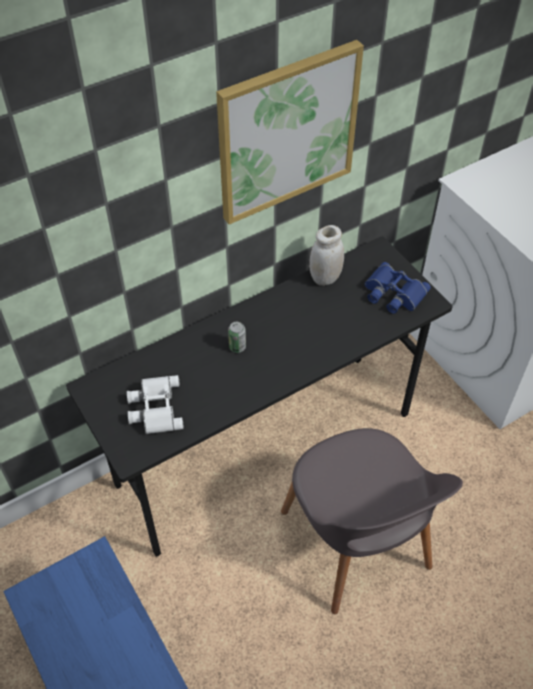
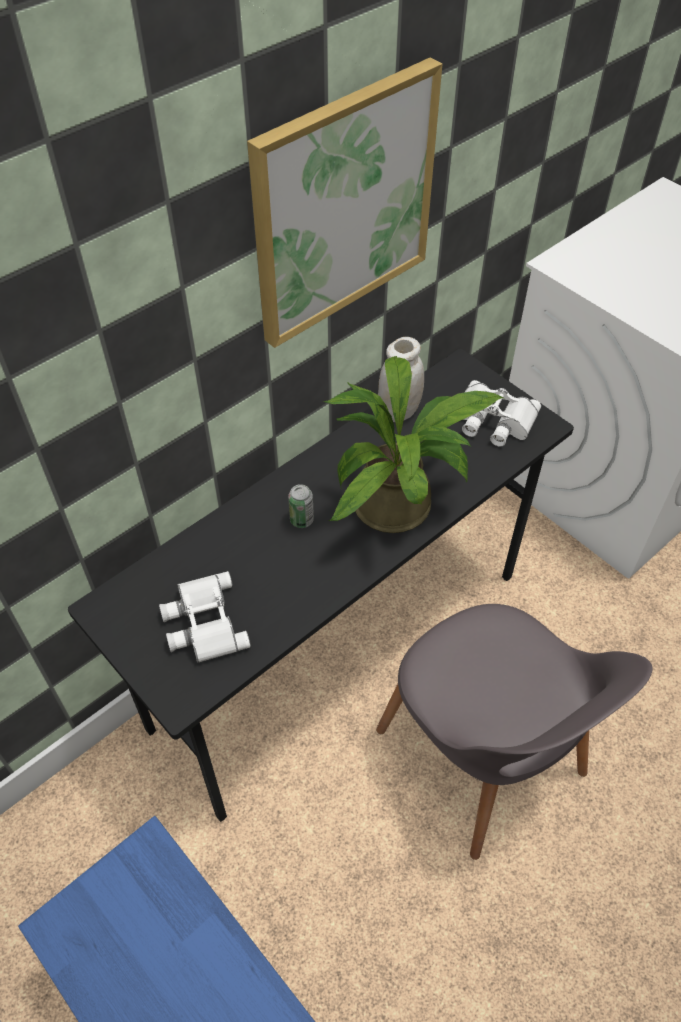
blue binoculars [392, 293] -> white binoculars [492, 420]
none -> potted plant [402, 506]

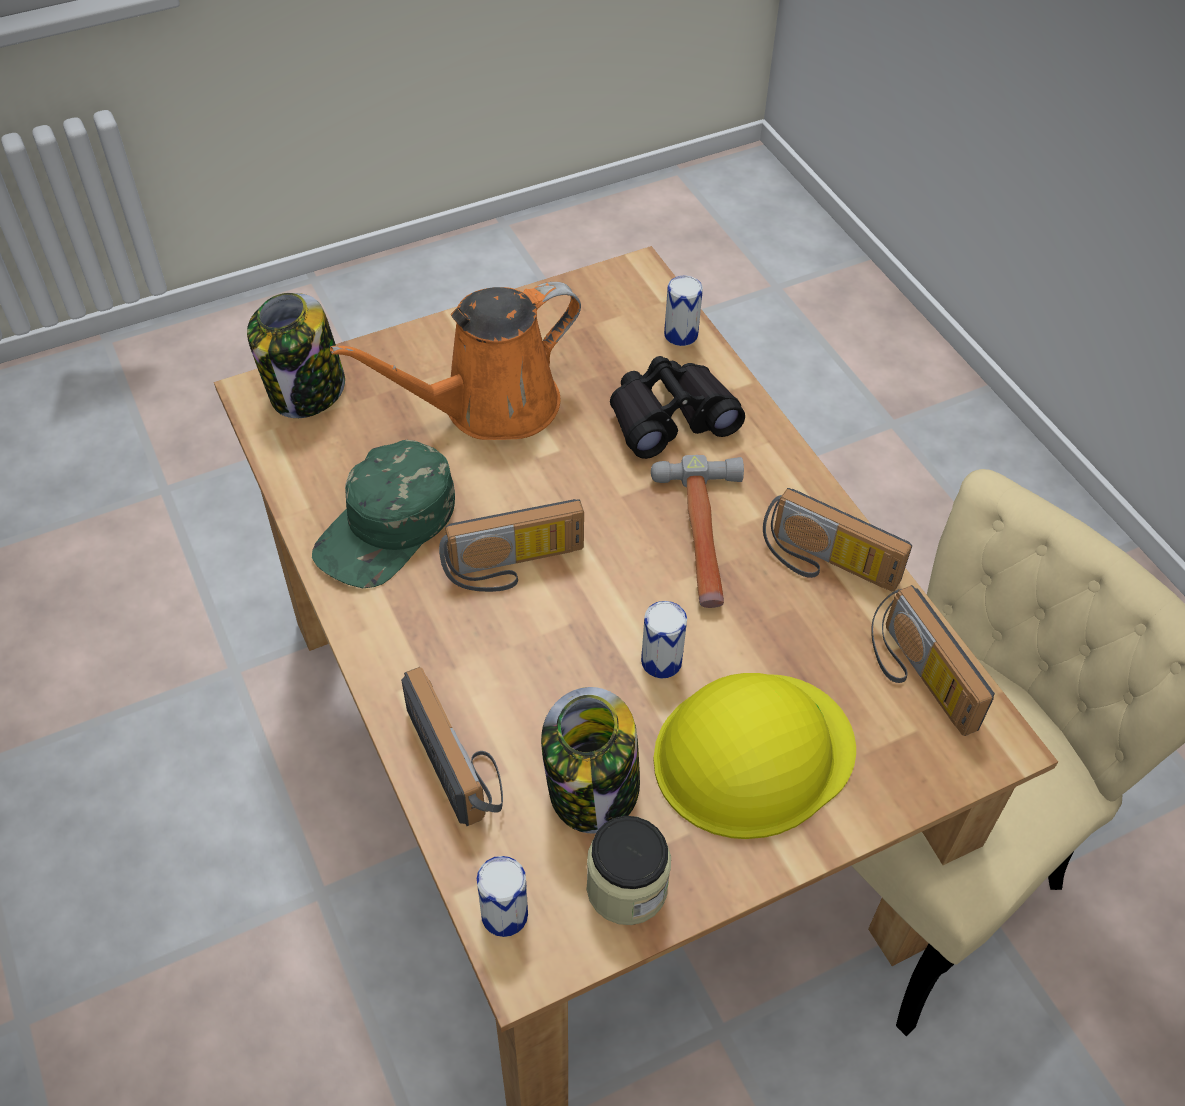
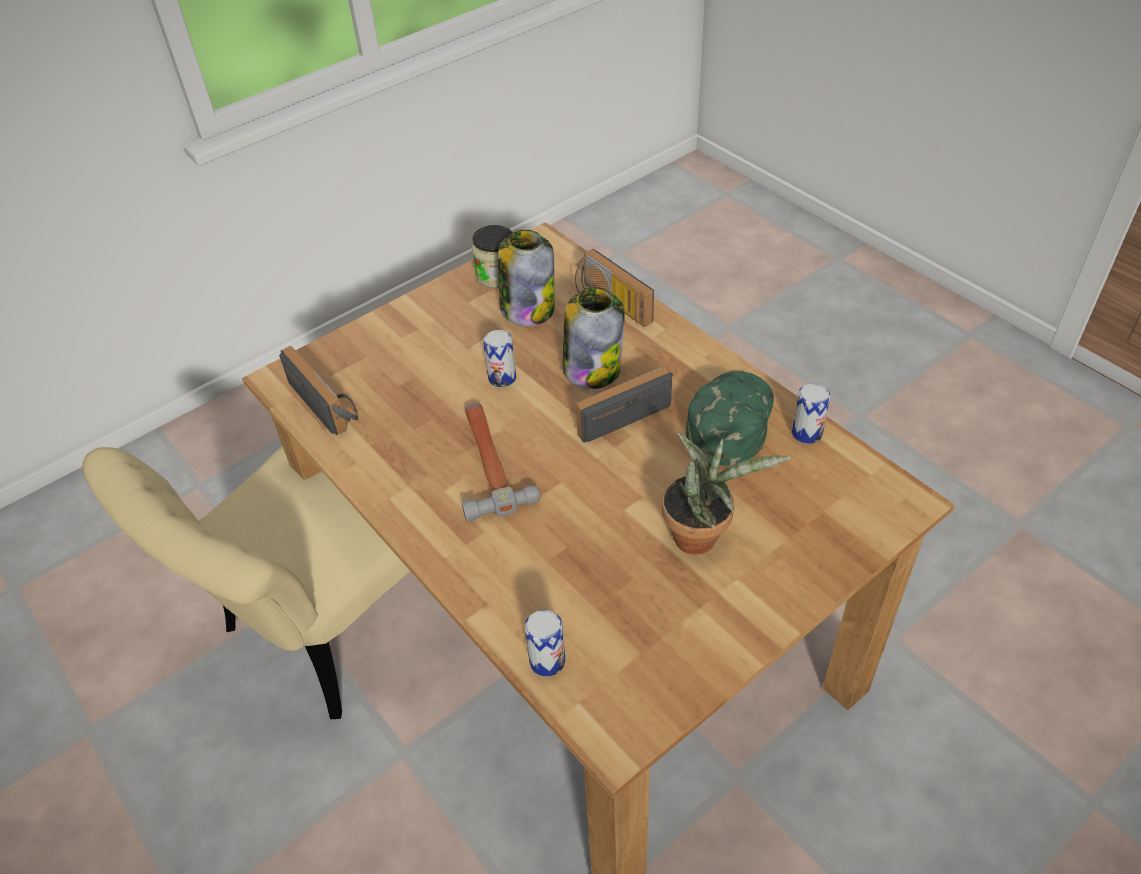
orange watering can [490, 406] -> potted plant [701, 535]
jar [306, 392] -> jar [592, 368], relocated
black binoculars [670, 417] -> none
radio [825, 565] -> none
yellow hard hat [752, 754] -> none
can [504, 915] -> can [807, 433], relocated

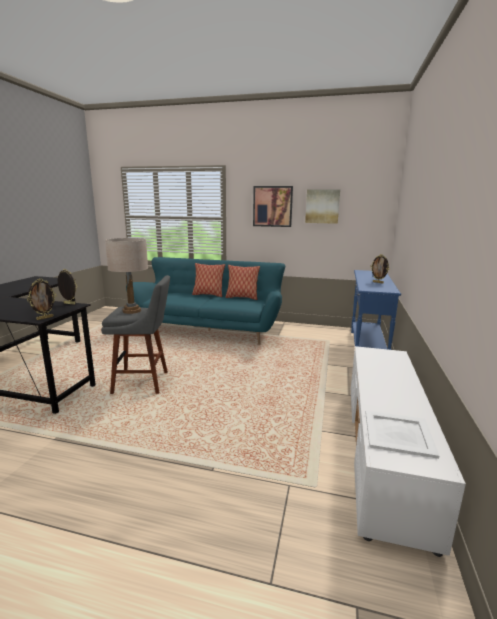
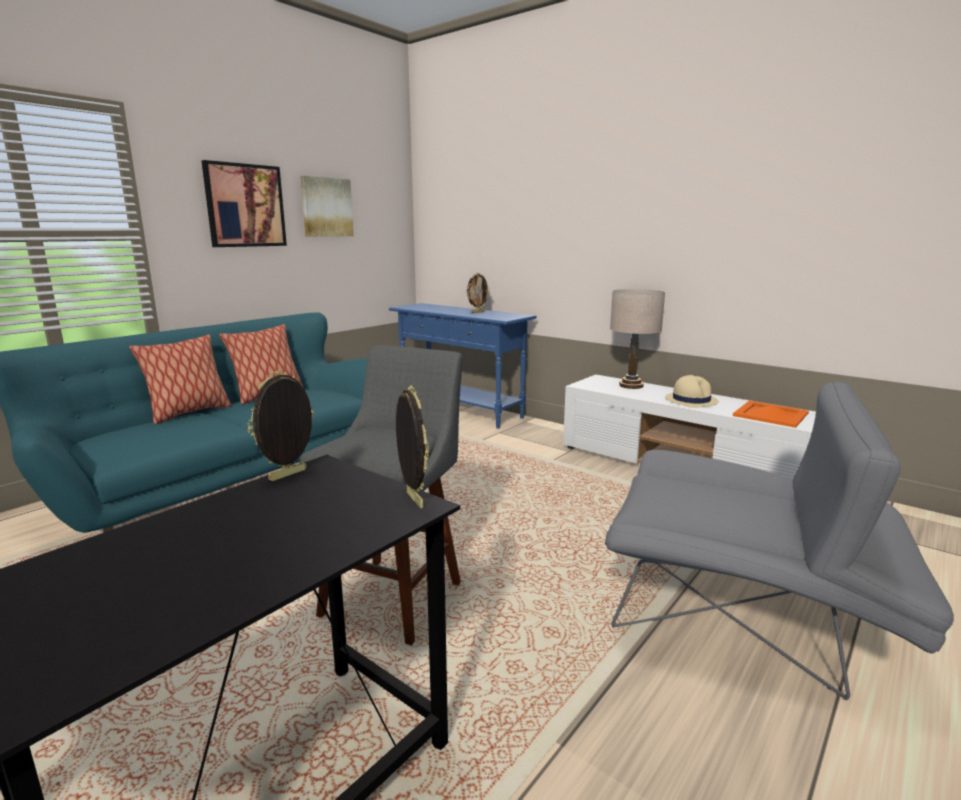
beige table lamp [131, 311] -> beige table lamp [631, 385], relocated
white tray [399, 434] -> orange tray [771, 414]
none -> beige hat [691, 400]
none -> grey armchair [747, 614]

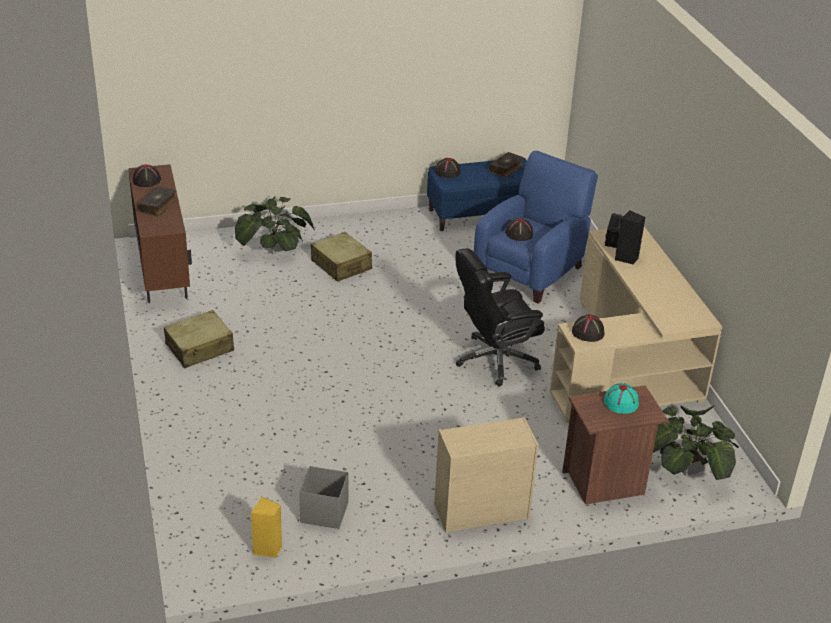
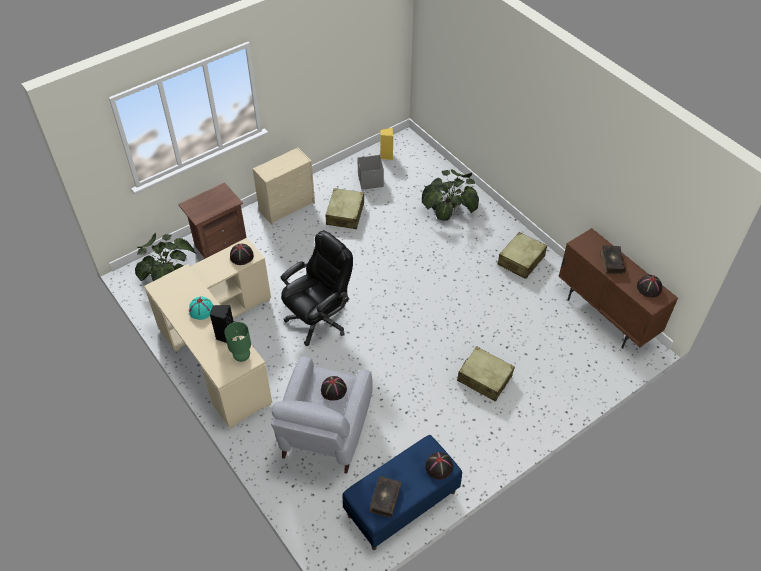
blue armchair [532, 270] -> grey armchair [324, 434]
potted plant [274, 247] -> potted plant [450, 208], relocated
radio [612, 239] -> green table lamp [241, 356]
turquoise hat [621, 402] -> turquoise hat [201, 310], relocated
none -> beige suitcase [345, 214]

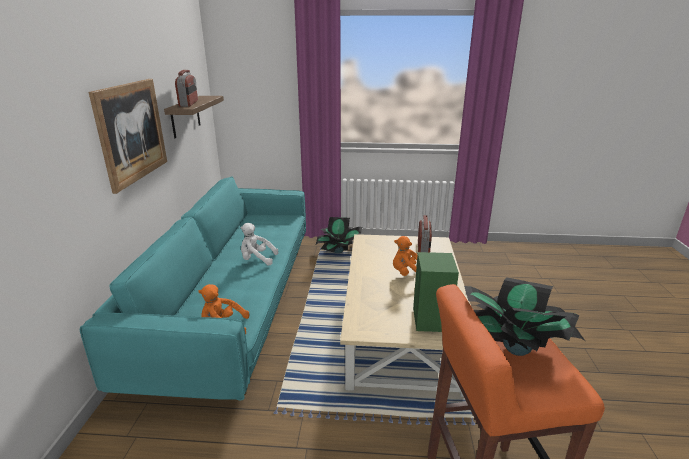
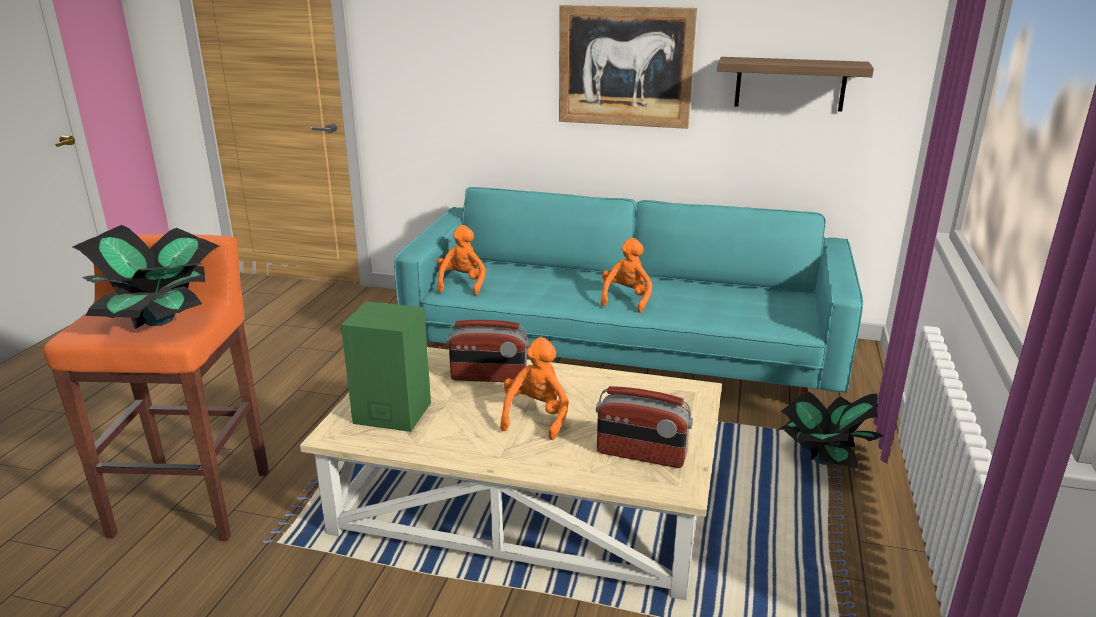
radio [189, 104] -> radio [489, 377], relocated
white plush toy [257, 259] -> orange plush toy [626, 299]

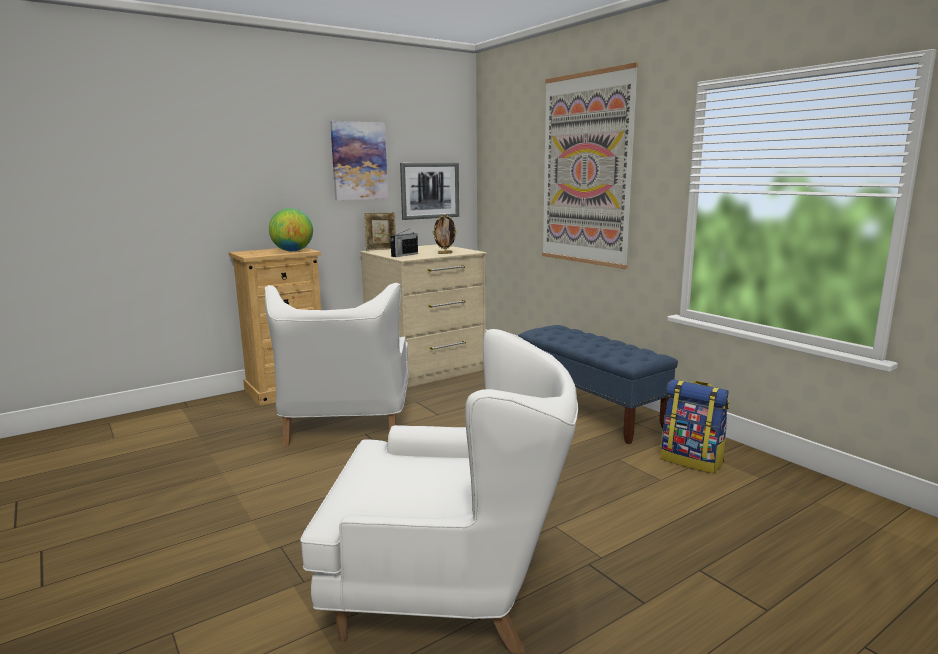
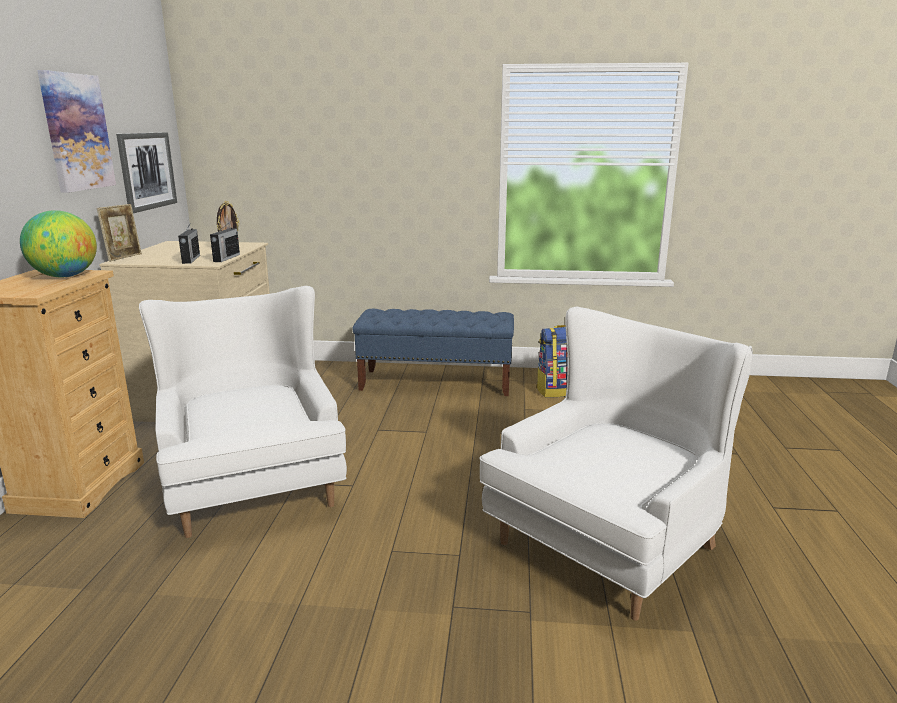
picture [585, 170] -> none
white armchair [346, 424] -> white armchair [254, 484], 150 degrees counterclockwise
none -> radio [226, 258]

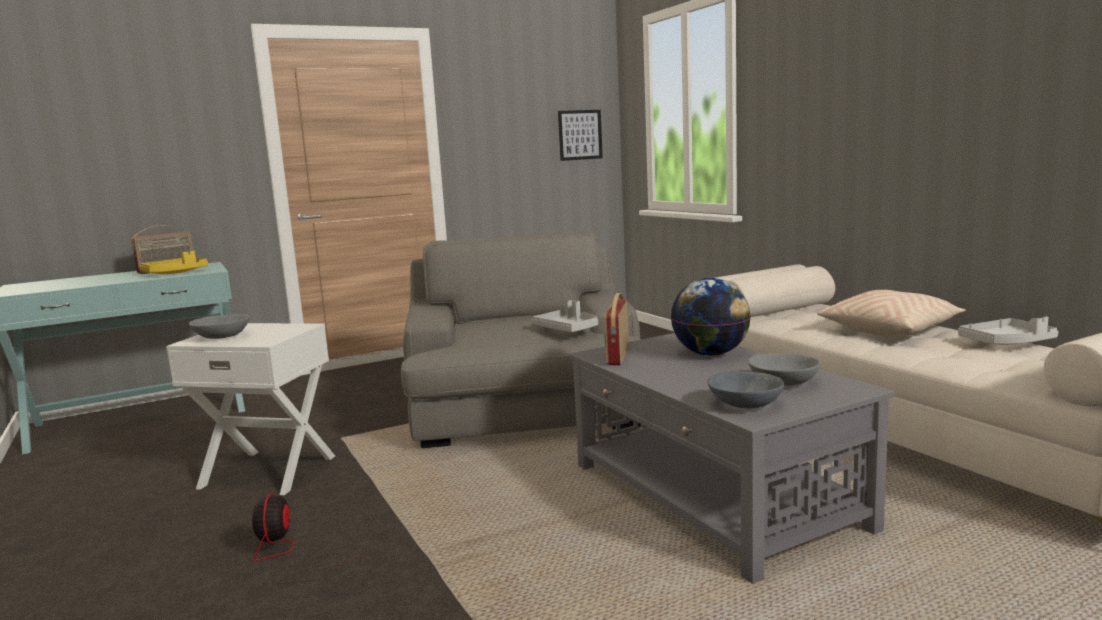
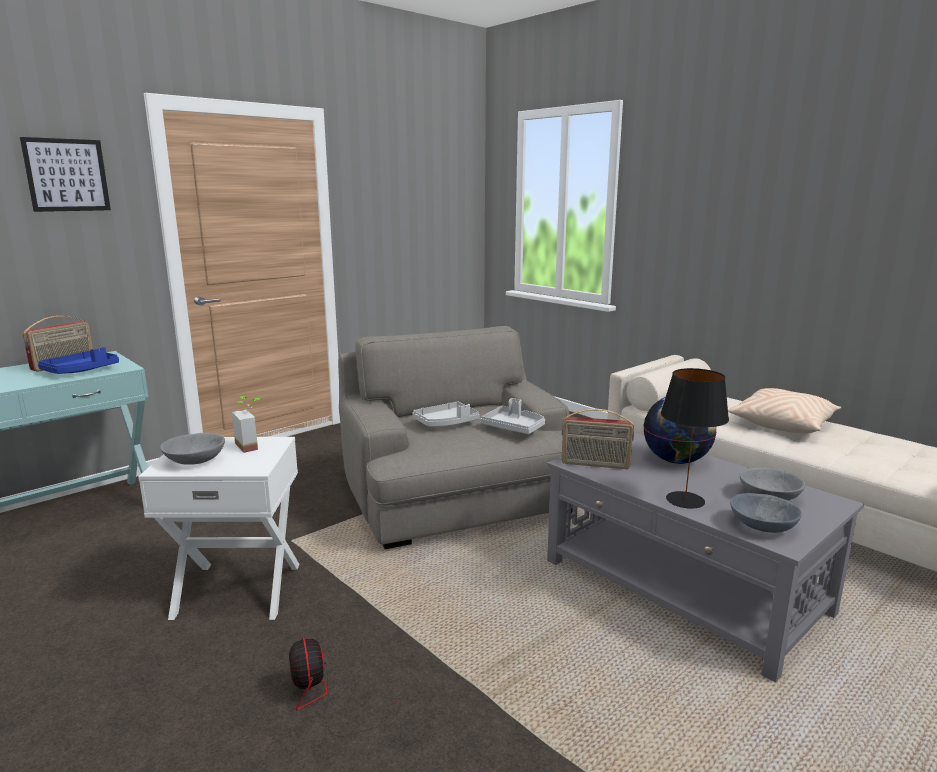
picture [580, 135] -> picture [67, 175], relocated
yellow tray [176, 273] -> blue tray [81, 371]
radio [617, 355] -> radio [595, 464], 75 degrees counterclockwise
grey tray [1007, 343] -> grey tray [446, 423], relocated
none -> black table lamp [685, 500]
none -> potted plant [252, 445]

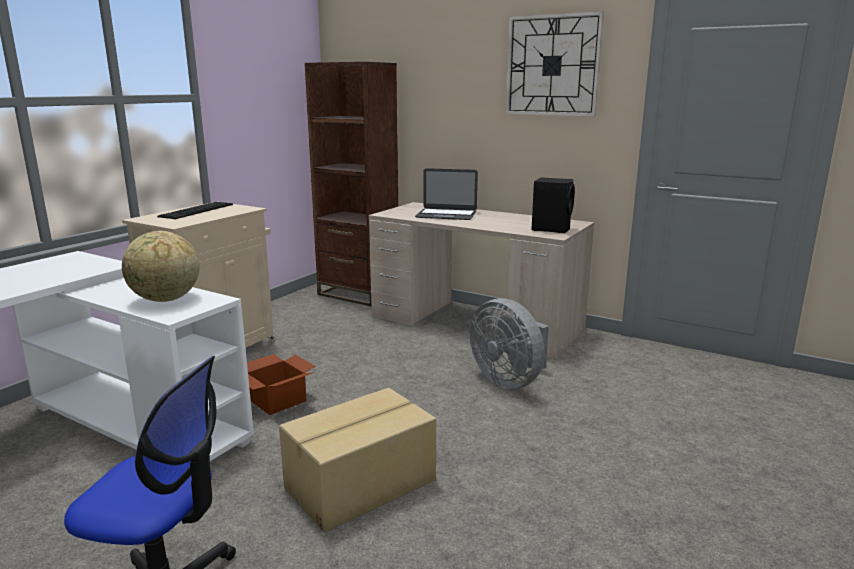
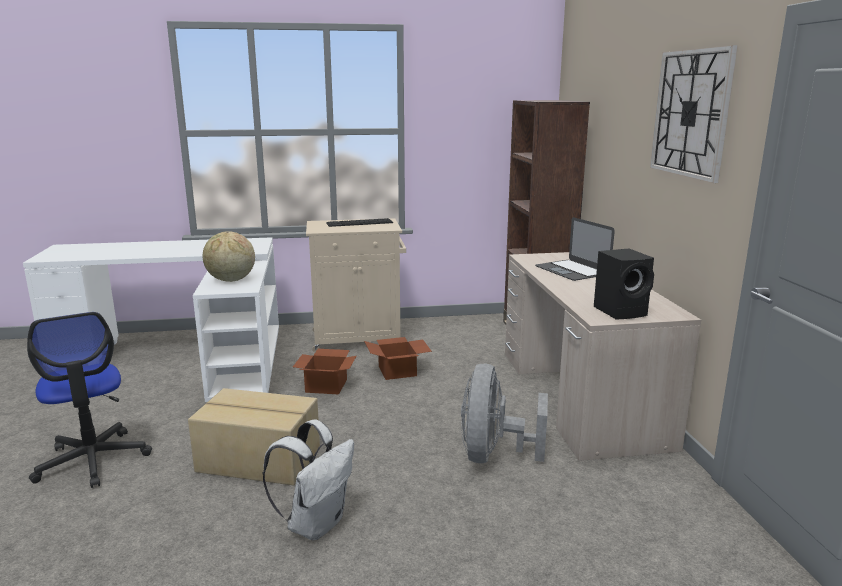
none -> cardboard box [398, 371]
none -> white backpack [316, 523]

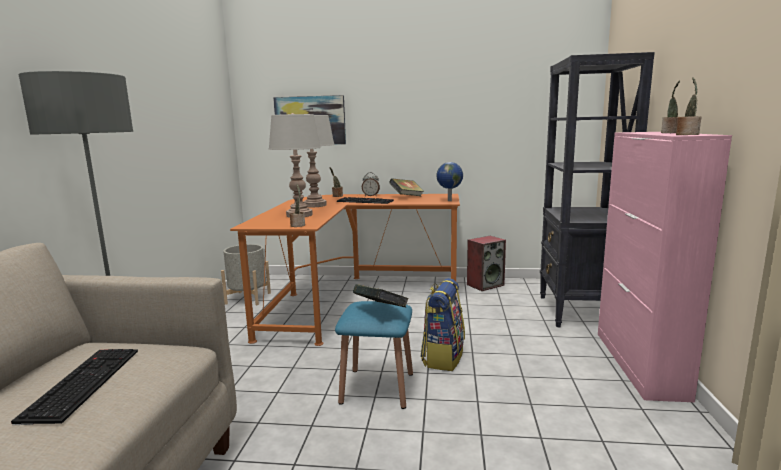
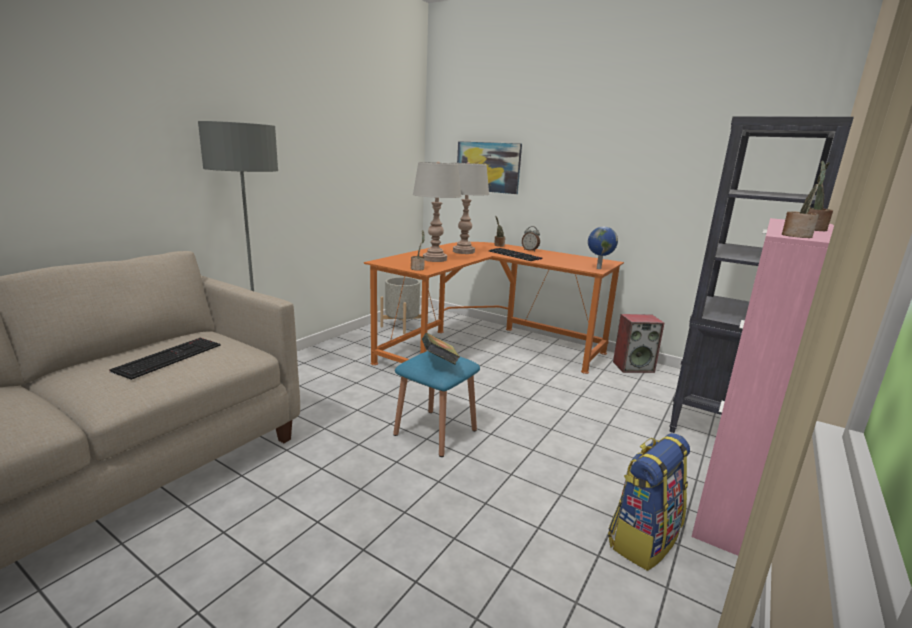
book [406, 197] -> none
backpack [442, 357] -> backpack [642, 539], relocated

